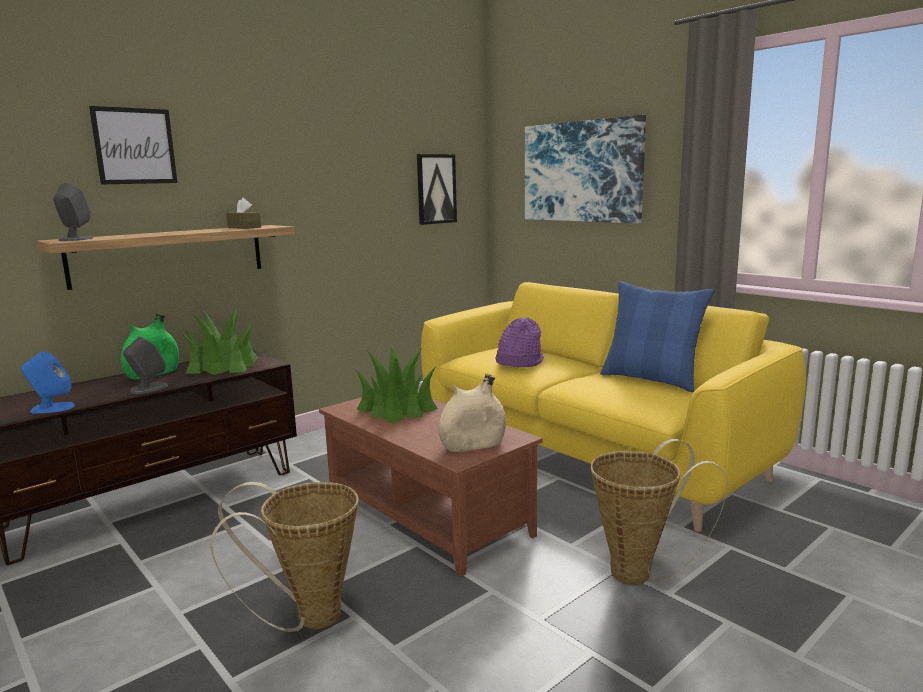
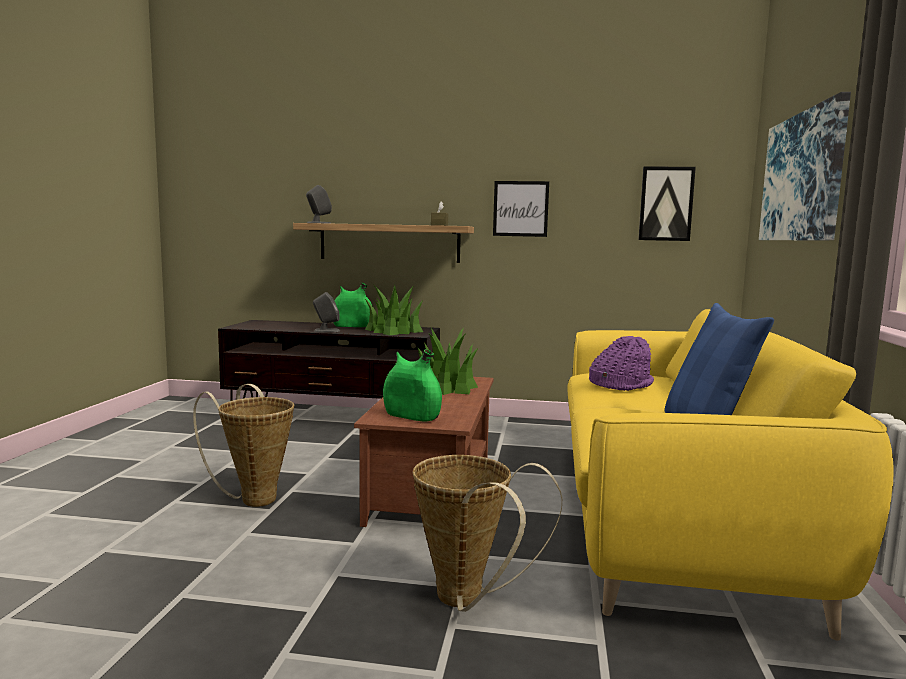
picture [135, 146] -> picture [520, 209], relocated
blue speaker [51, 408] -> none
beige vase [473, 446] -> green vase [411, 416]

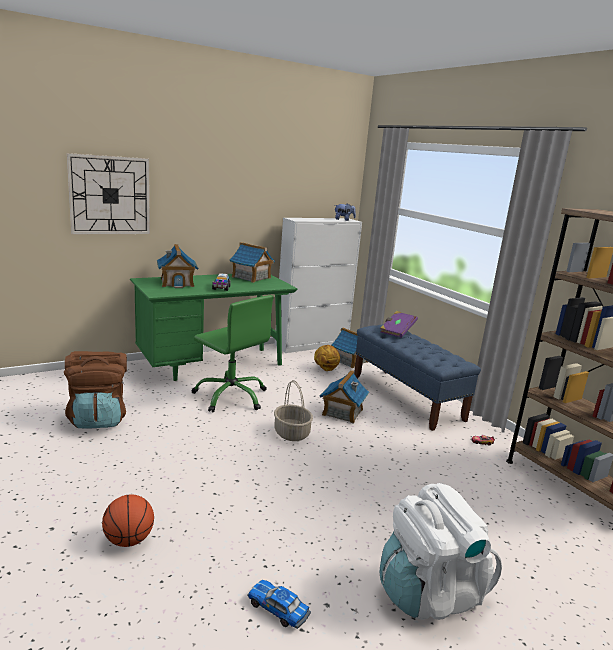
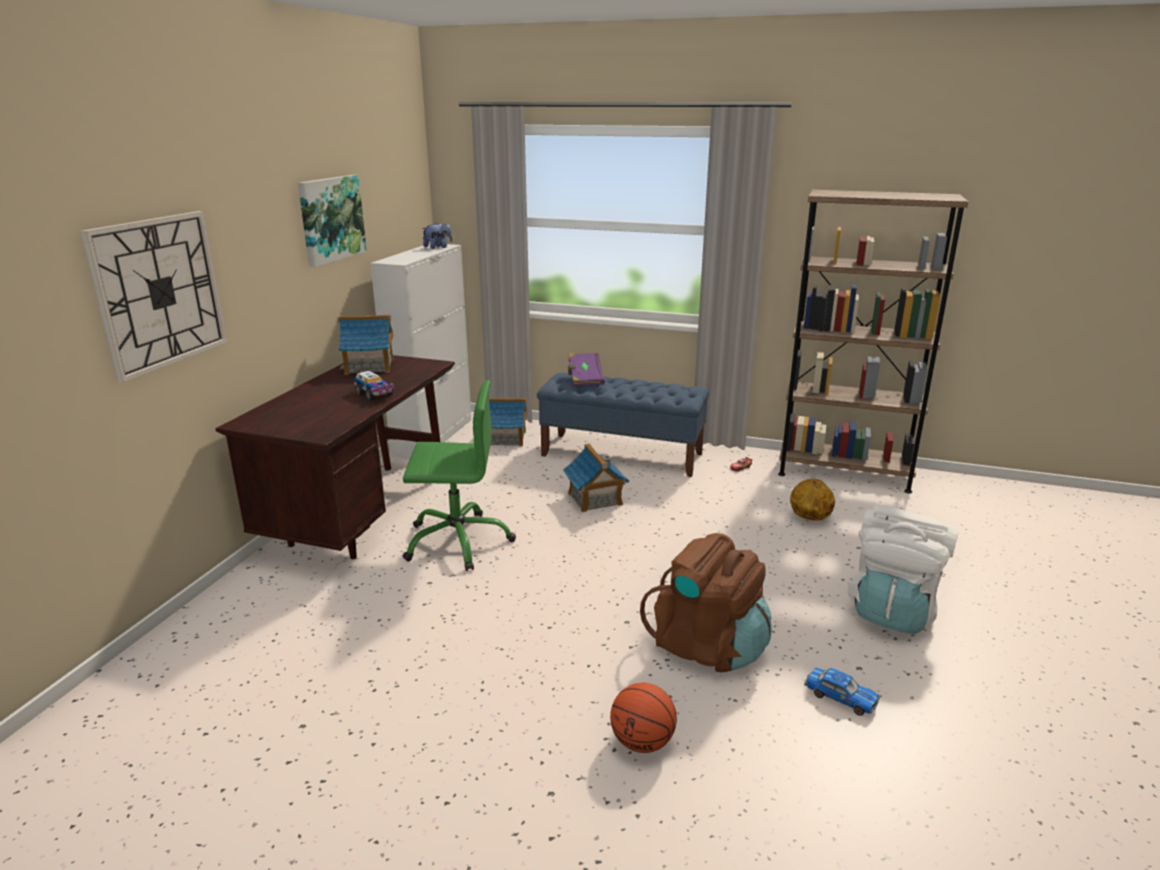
toy house [177, 283] -> none
green desk [212, 365] -> brown desk [363, 515]
basketball [325, 369] -> basketball [809, 517], relocated
brown backpack [98, 418] -> brown backpack [707, 646], relocated
basket [292, 433] -> none
toy car [278, 609] -> toy car [840, 697], 135 degrees counterclockwise
none -> picture [331, 219]

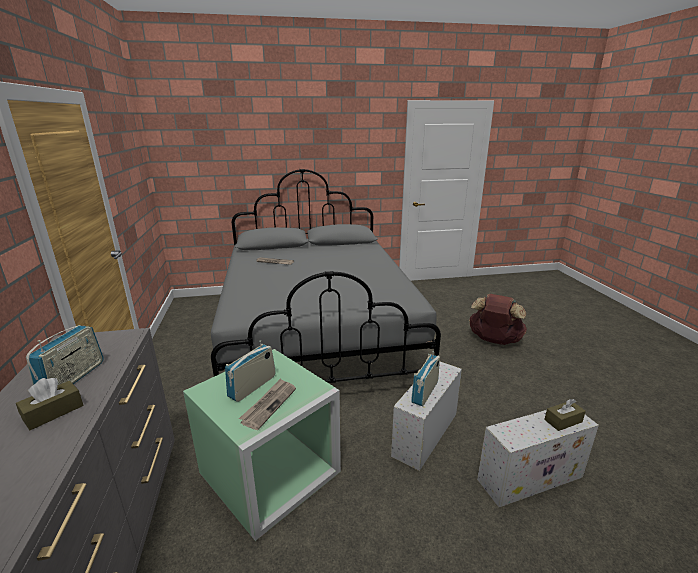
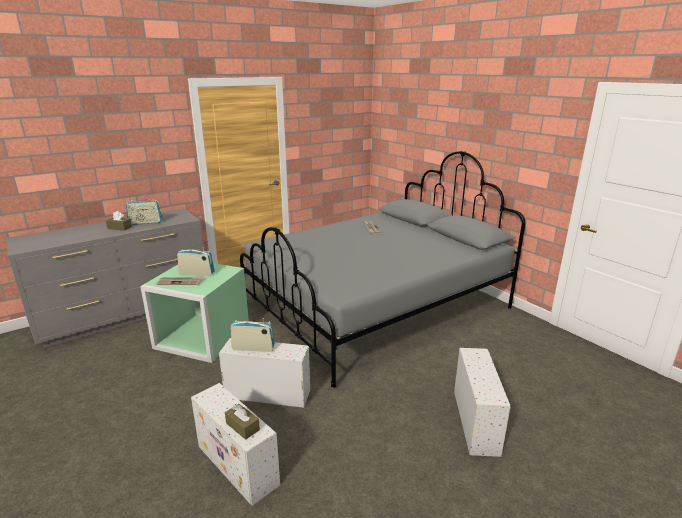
brown backpack [494, 341] -> white storage box [475, 420]

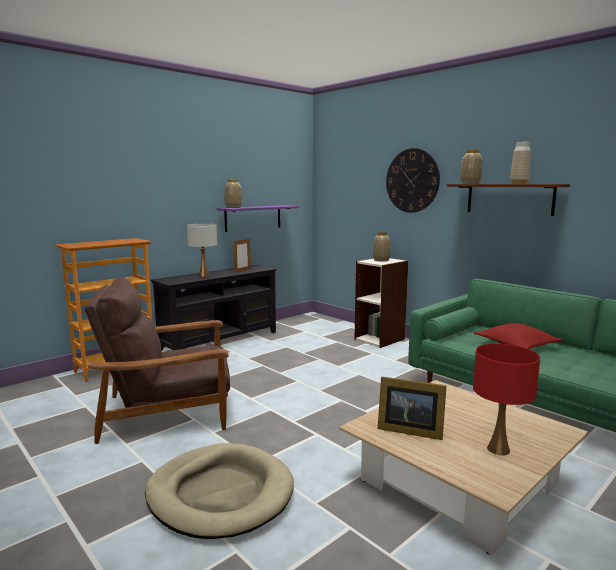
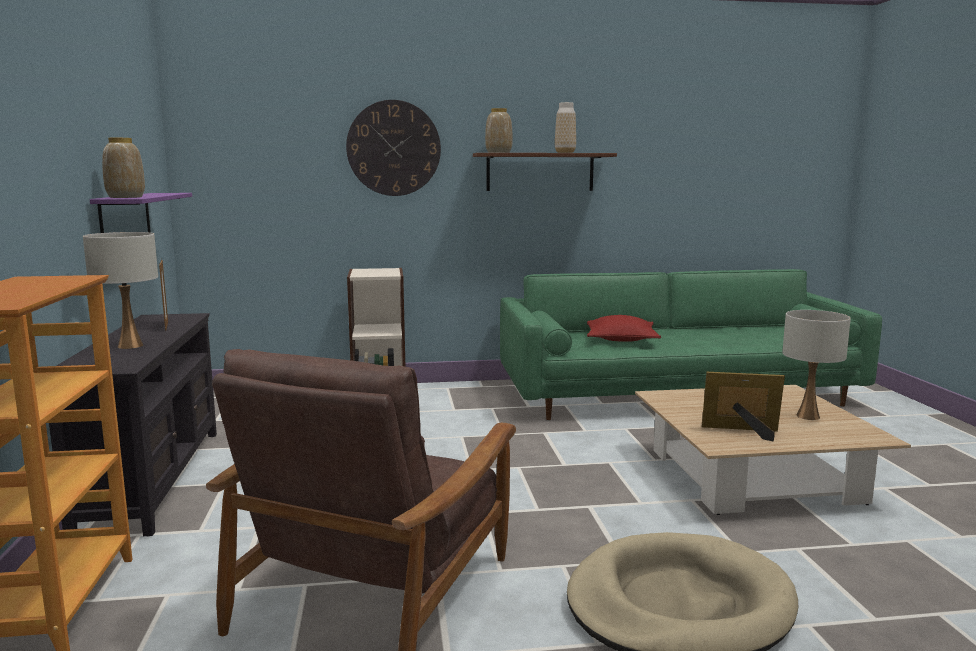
vase [381, 260] -> none
red table lamp [498, 449] -> white table lamp [808, 416]
picture frame [408, 429] -> picture frame [743, 432], 135 degrees counterclockwise

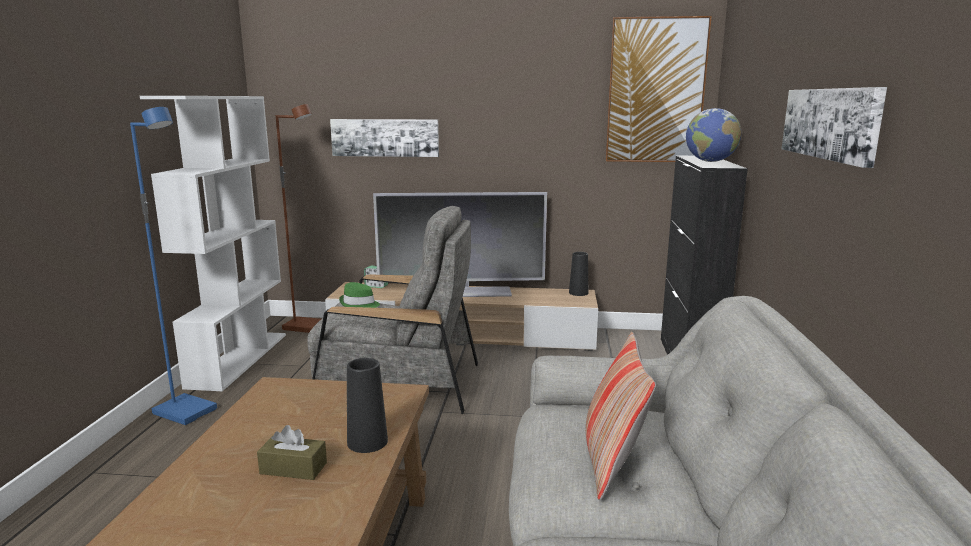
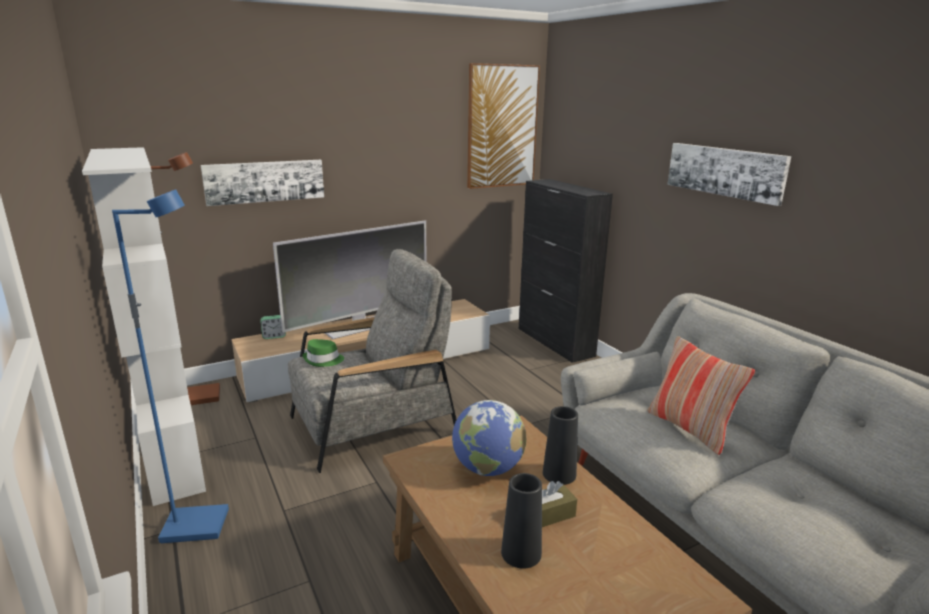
globe [710, 161] -> globe [488, 468], relocated
black vase [578, 293] -> black vase [521, 553], relocated

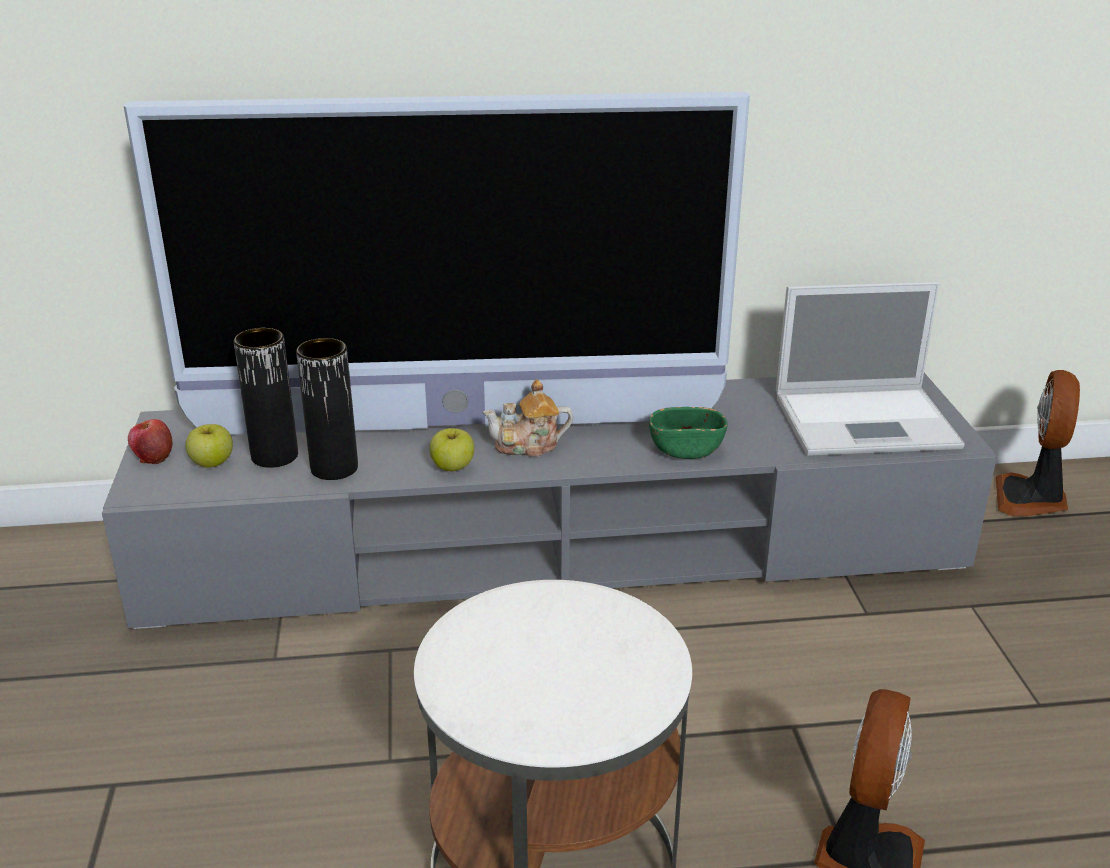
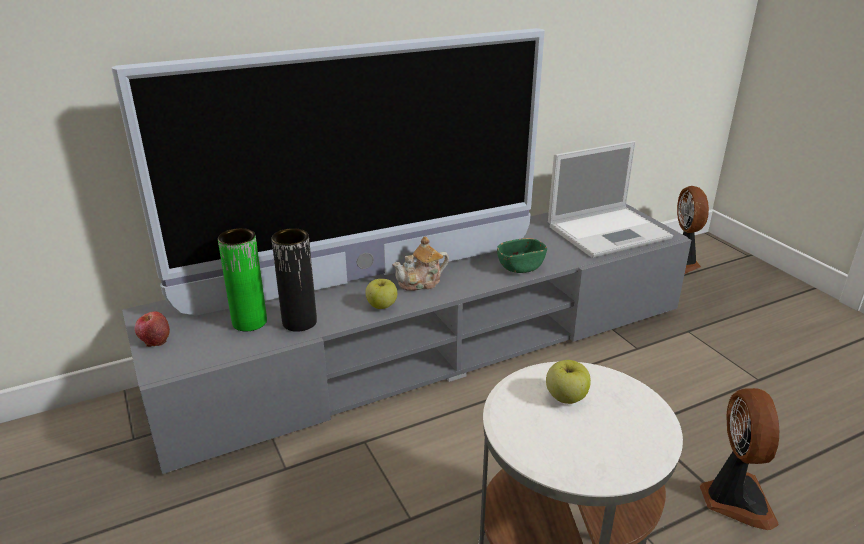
black vase [274, 456] -> green vase [249, 322]
apple [212, 463] -> apple [566, 397], relocated

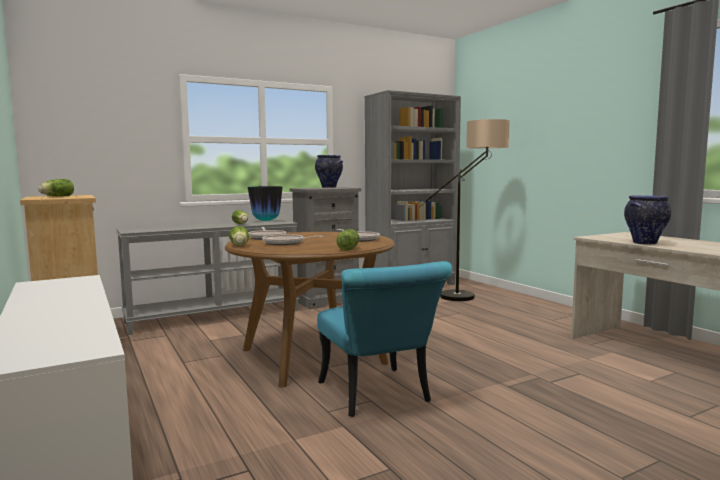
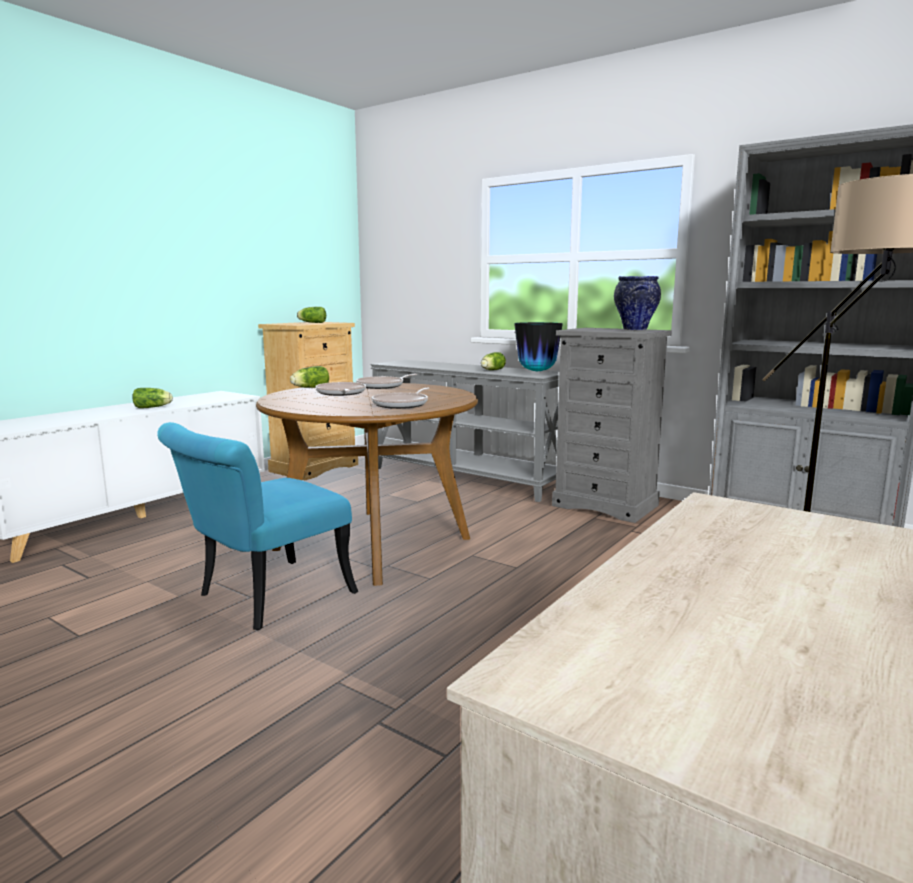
vase [645, 243] -> none
lettuce [349, 248] -> lettuce [153, 407], relocated

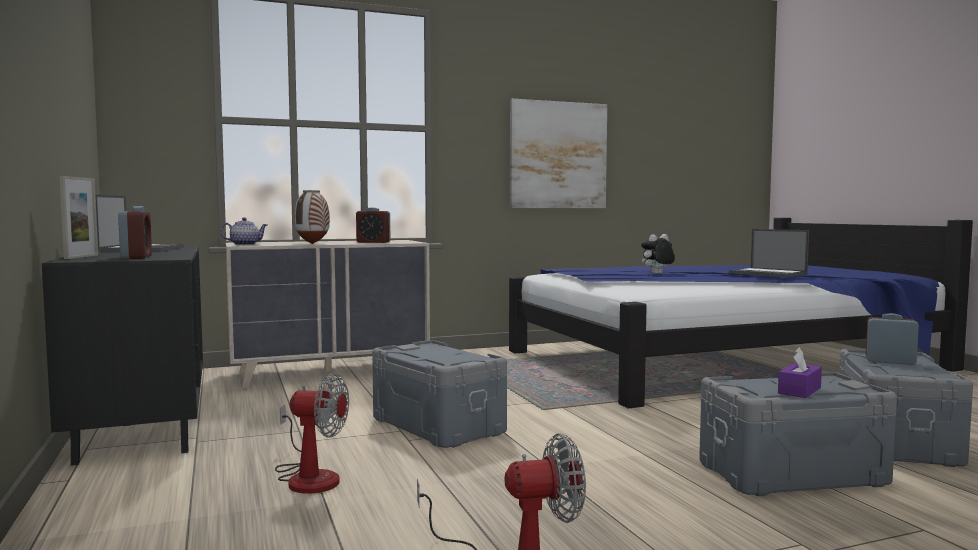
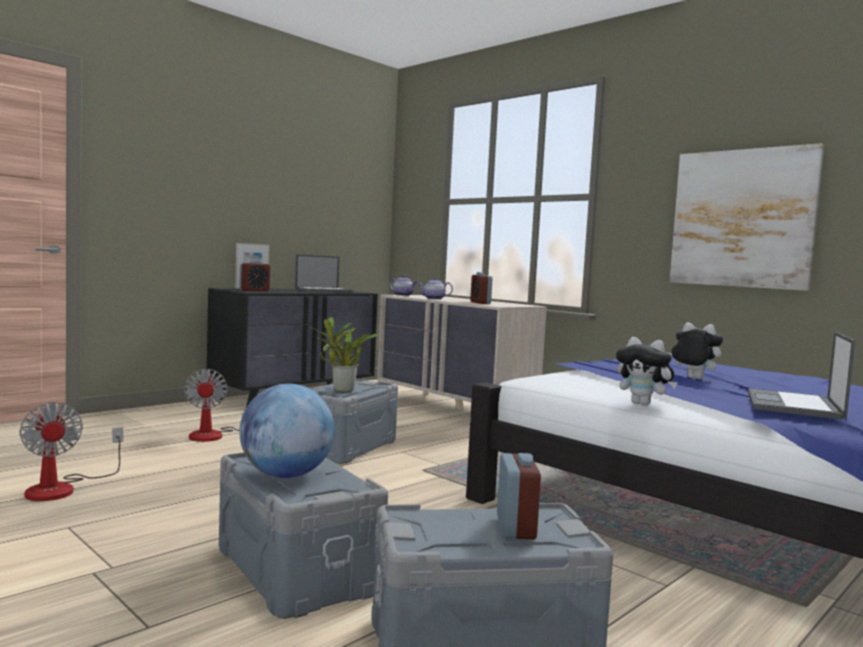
vase [312, 244] -> teapot [433, 299]
purple tissue box [799, 390] -> globe [286, 475]
none -> potted plant [341, 391]
none -> plush toy [643, 404]

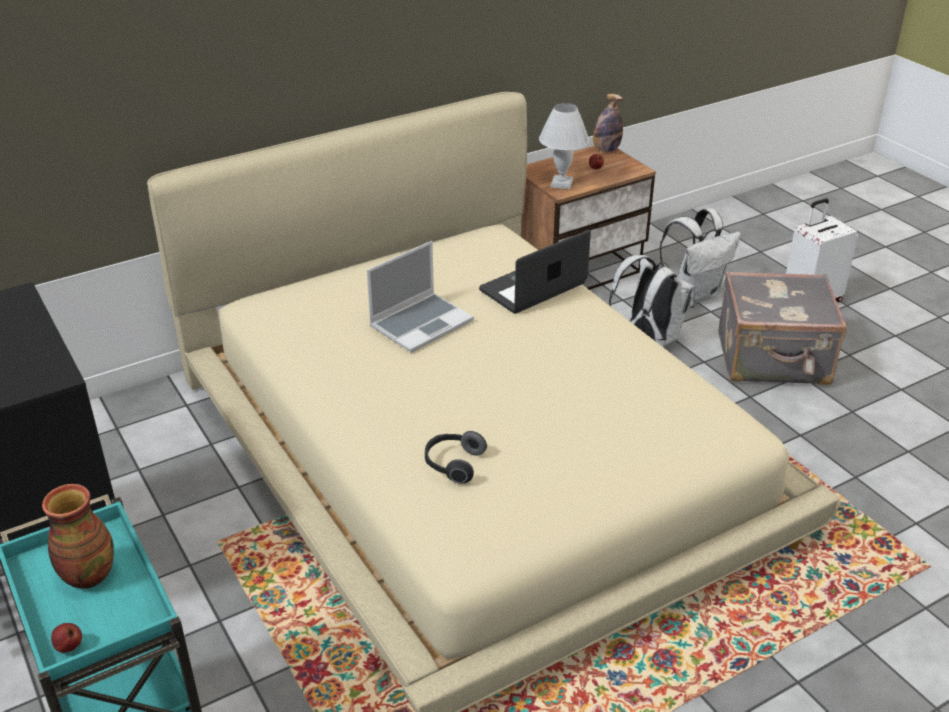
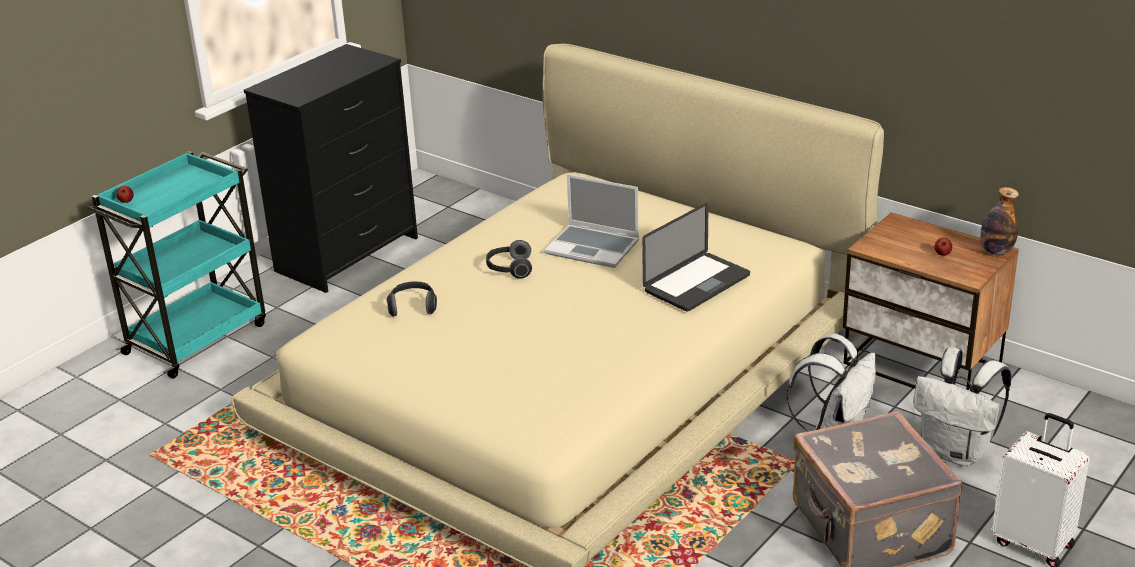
white table lamp [562, 183] -> none
laptop [533, 287] -> laptop [697, 284], 105 degrees clockwise
vase [87, 575] -> none
none -> headphones [509, 269]

